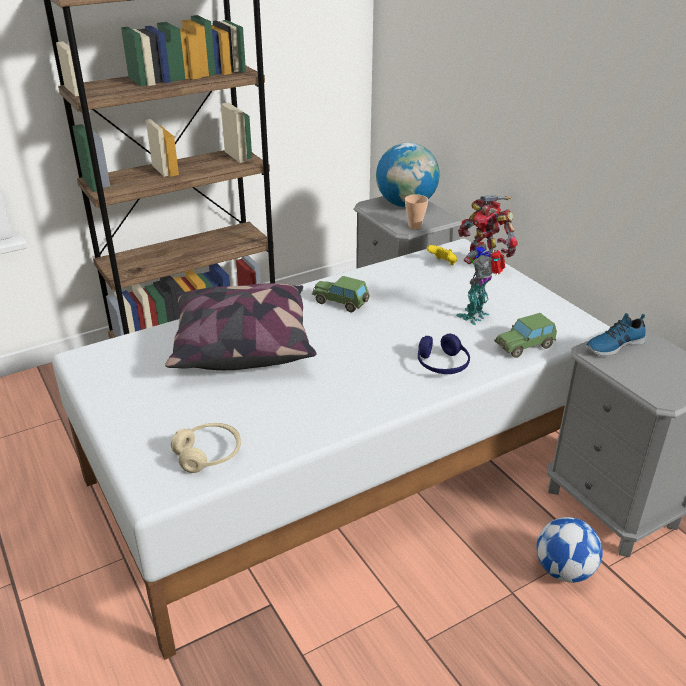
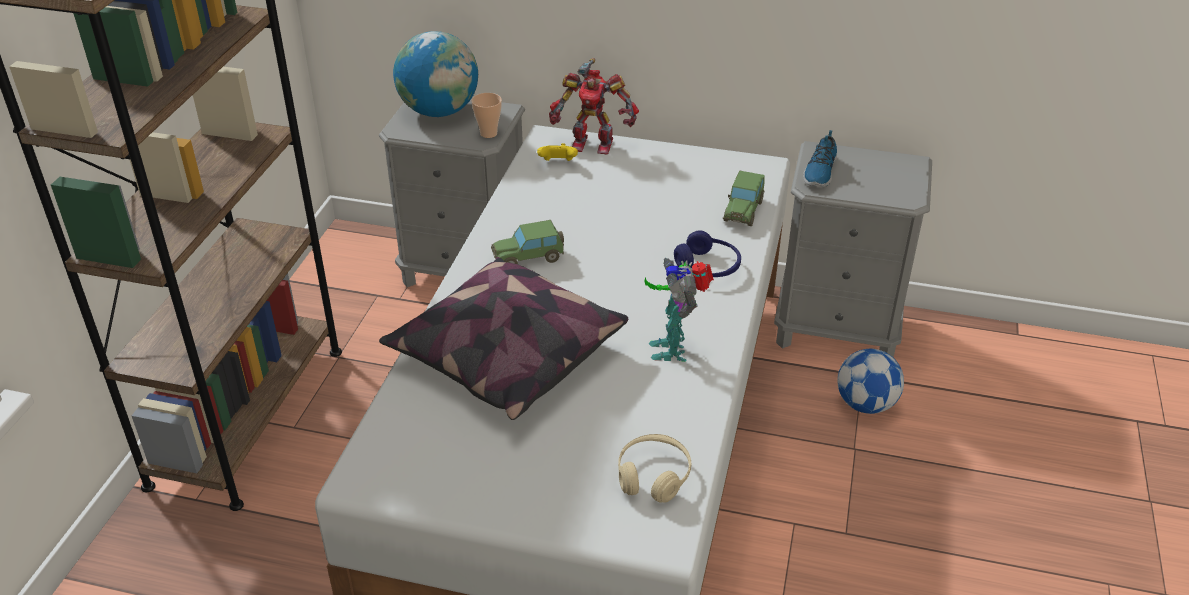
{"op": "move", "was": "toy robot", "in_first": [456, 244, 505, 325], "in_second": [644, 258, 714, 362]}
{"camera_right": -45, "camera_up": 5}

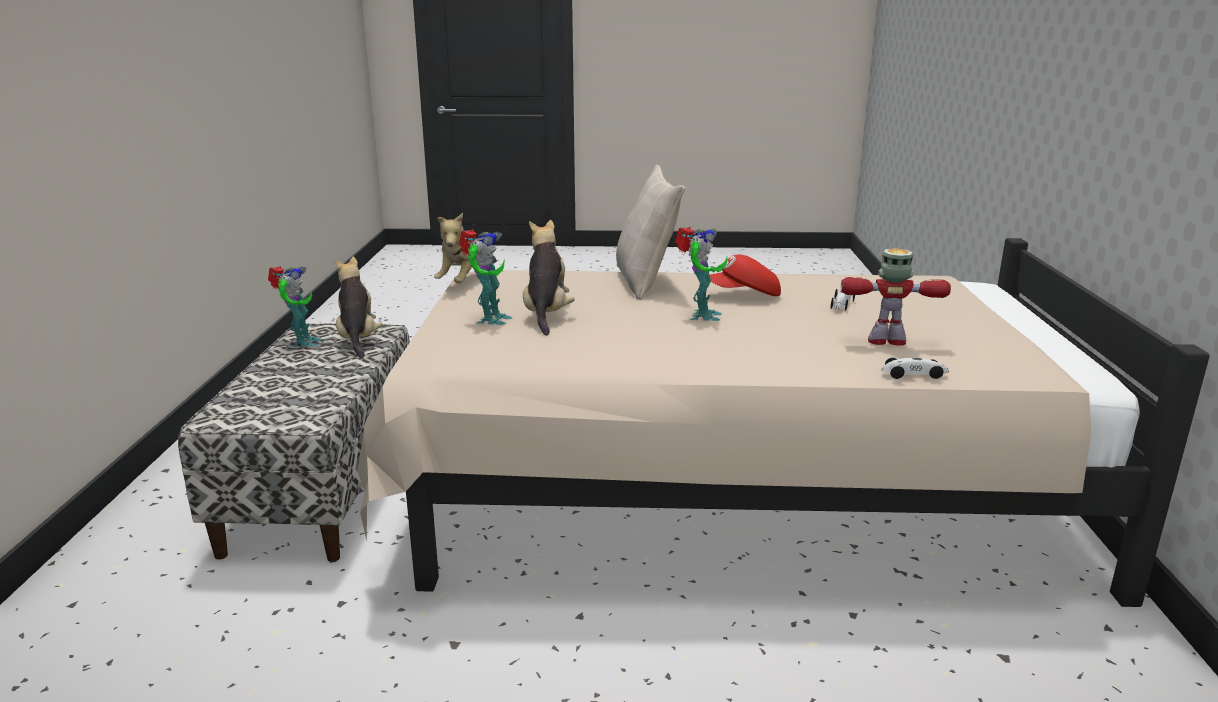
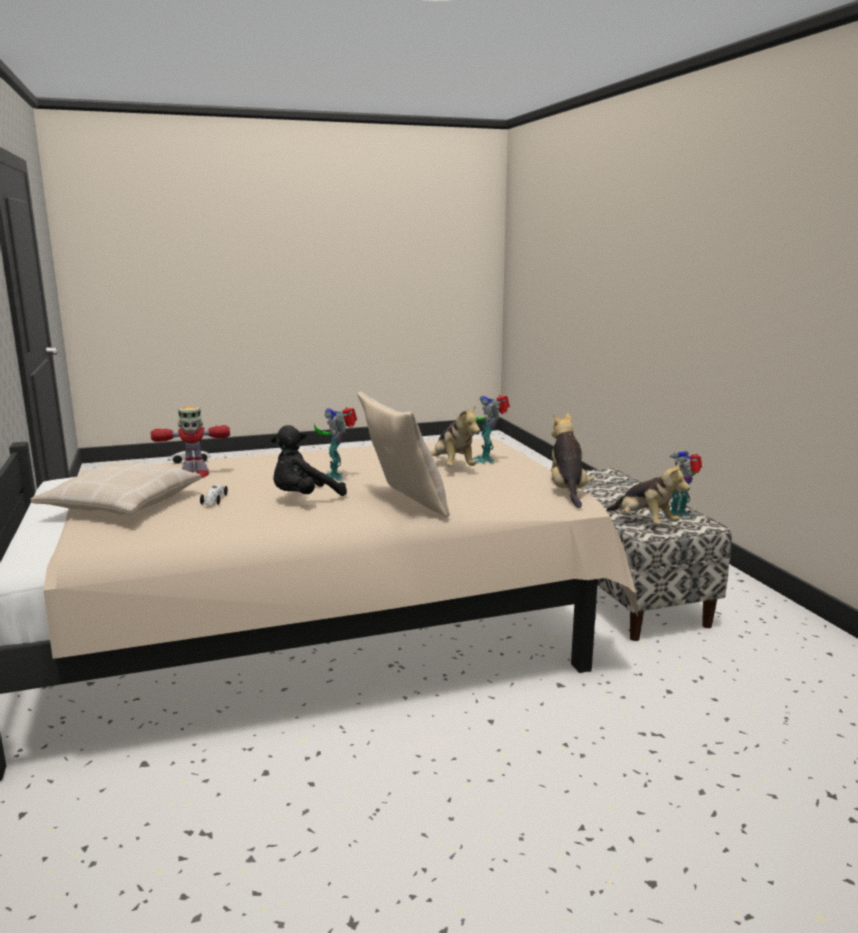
{"op": "insert", "now": "pillow in beige", "in_second": [30, 461, 201, 515]}
{"op": "replace", "was": "cap in red", "now": "plush toy in black", "in_first": [710, 254, 781, 296], "in_second": [271, 425, 347, 496]}
{"op": "rotate", "was": "toy robot", "in_first": [268, 266, 322, 347], "in_second": [662, 451, 702, 518], "clockwise": 75}
{"camera_right": 160, "camera_up": -5}

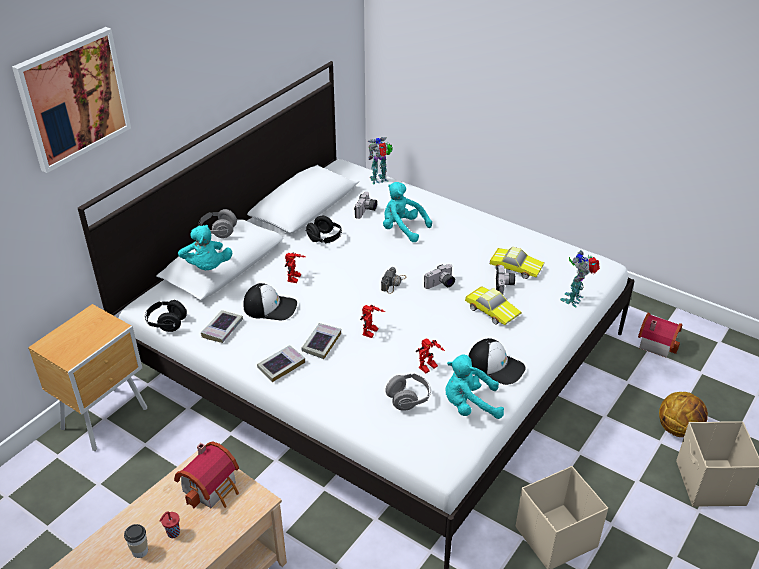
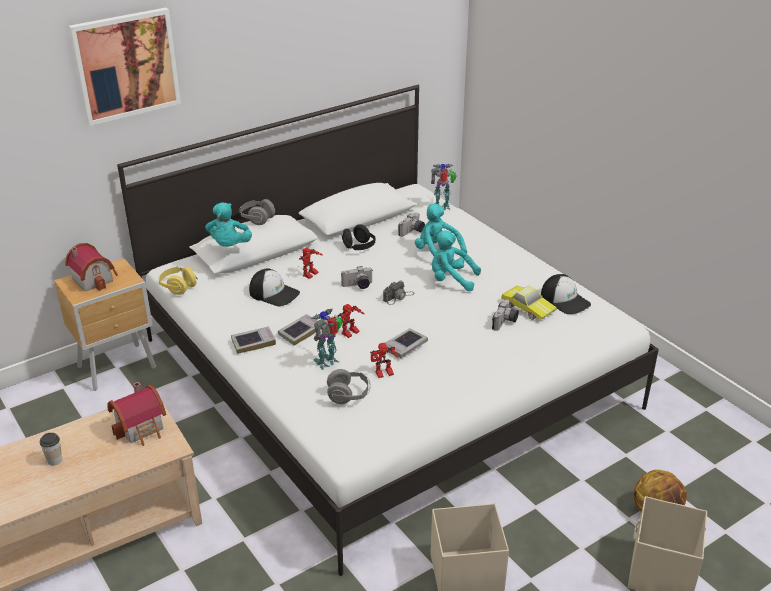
{"op": "move", "was": "toy house", "in_first": [638, 313, 682, 357], "in_second": [65, 243, 118, 292]}
{"op": "recolor", "was": "headphones in black", "now": "headphones in yellow", "in_first": [145, 300, 187, 332], "in_second": [159, 267, 197, 295]}
{"op": "move", "was": "toy robot", "in_first": [560, 250, 600, 307], "in_second": [310, 309, 343, 370]}
{"op": "move", "was": "photo camera", "in_first": [424, 264, 455, 289], "in_second": [341, 266, 372, 289]}
{"op": "move", "was": "book", "in_first": [201, 310, 243, 343], "in_second": [385, 328, 428, 358]}
{"op": "move", "was": "plush toy in turquoise", "in_first": [445, 354, 504, 419], "in_second": [432, 230, 481, 291]}
{"op": "move", "was": "cap", "in_first": [469, 338, 526, 385], "in_second": [541, 274, 591, 314]}
{"op": "delete", "was": "cup in red", "in_first": [159, 512, 180, 538]}
{"op": "delete", "was": "toy car", "in_first": [465, 286, 522, 325]}
{"camera_right": 20, "camera_up": -5}

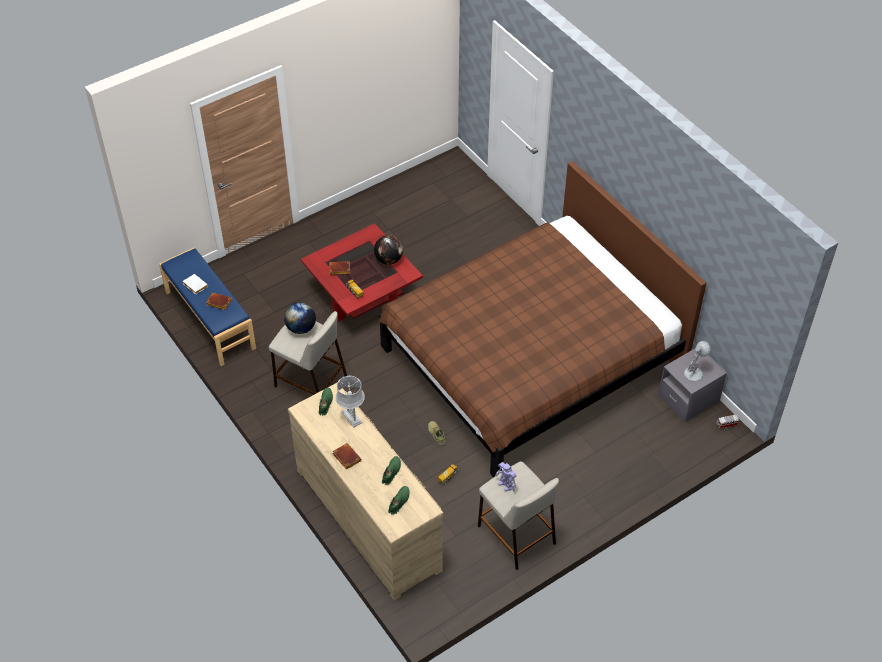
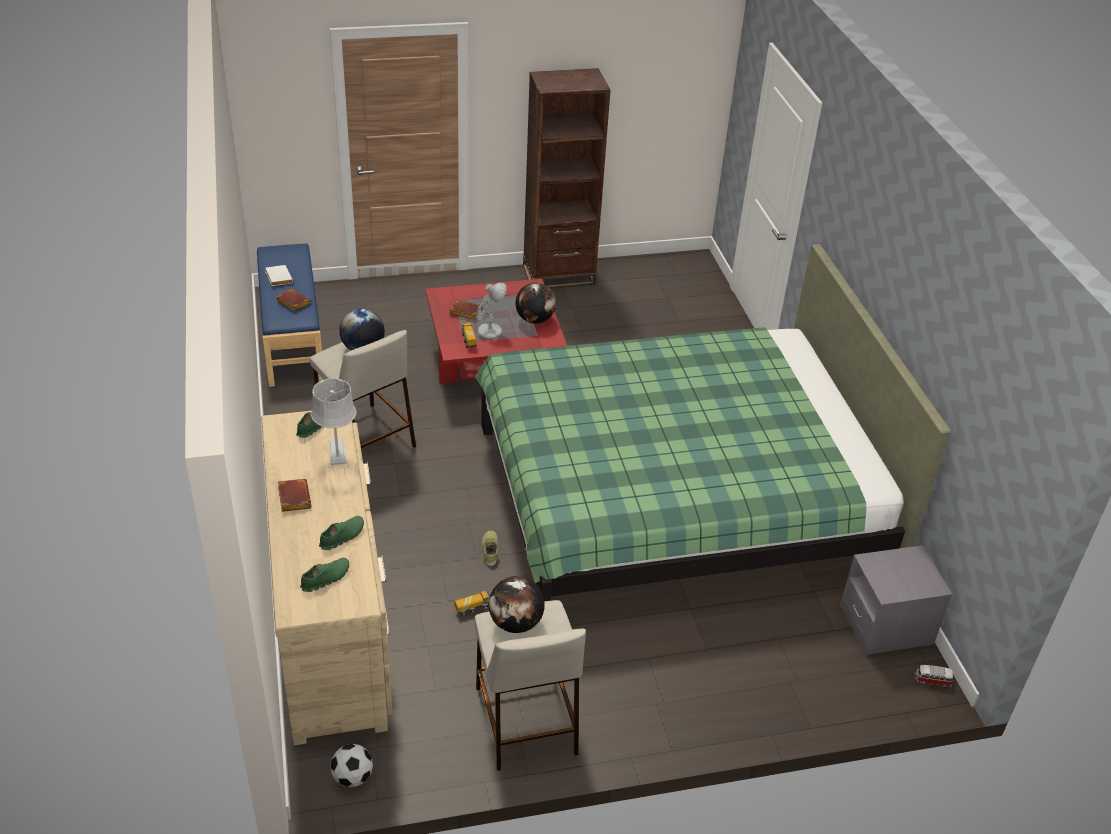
{"op": "insert", "now": "football", "in_second": [330, 744, 373, 787]}
{"op": "recolor", "was": "bed in brown", "now": "bed in green", "in_first": [379, 161, 707, 477], "in_second": [475, 244, 951, 601]}
{"op": "move", "was": "table lamp in white", "in_first": [684, 341, 710, 382], "in_second": [476, 283, 507, 338]}
{"op": "replace", "was": "toy robot", "now": "globe", "in_first": [495, 462, 516, 492], "in_second": [489, 576, 545, 633]}
{"op": "insert", "now": "bookcase in brown", "in_second": [523, 68, 610, 289]}
{"camera_right": 20, "camera_up": -10}

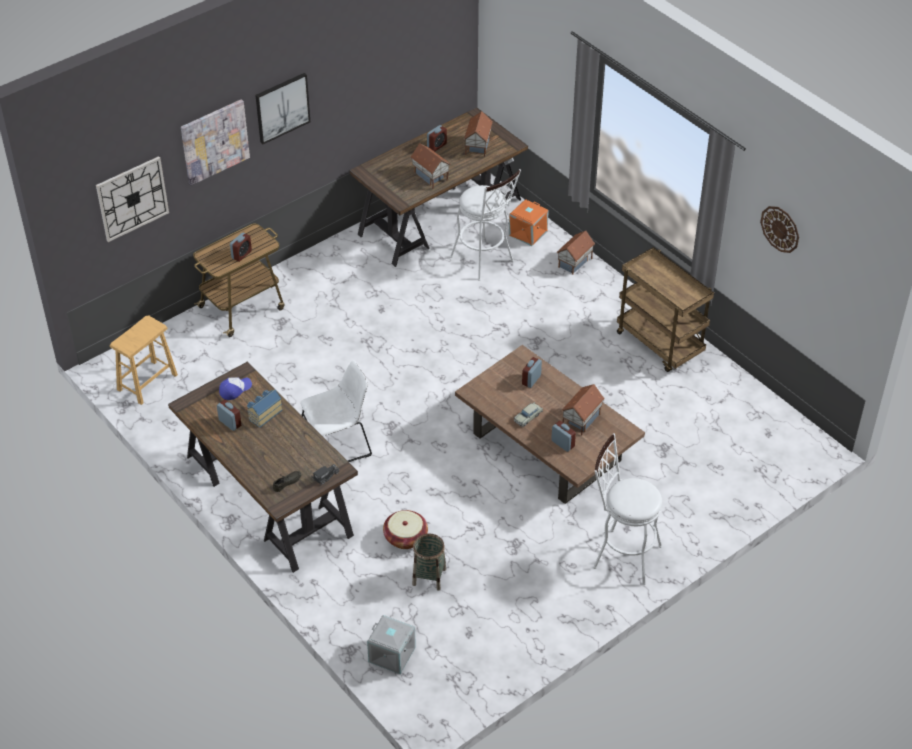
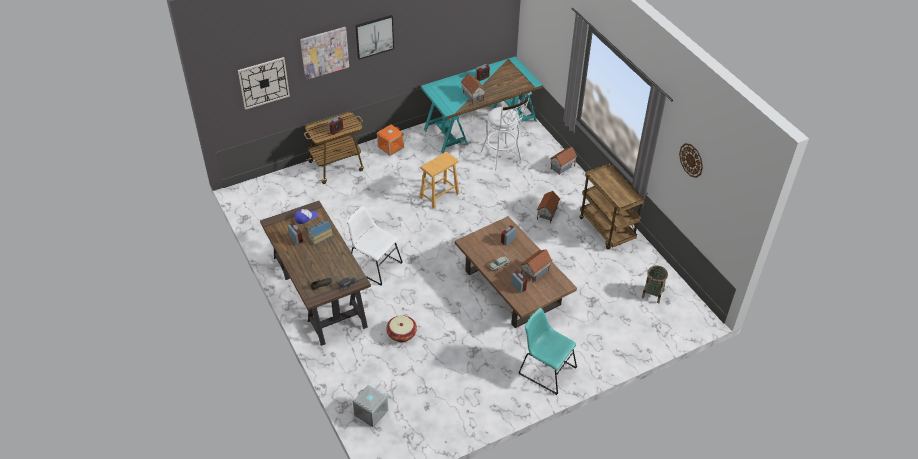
{"op": "rotate", "was": "chair in white", "in_first": [300, 360, 372, 462], "in_second": [347, 205, 403, 285], "clockwise": -135}
{"op": "move", "was": "storage box in orange", "in_first": [509, 199, 549, 246], "in_second": [377, 124, 404, 156]}
{"op": "move", "was": "stool in brown", "in_first": [110, 315, 178, 405], "in_second": [420, 152, 459, 209]}
{"op": "recolor", "was": "desk in brown", "now": "desk in turquoise", "in_first": [349, 107, 528, 267], "in_second": [421, 56, 543, 154]}
{"op": "replace", "was": "stool in white", "now": "chair in turquoise", "in_first": [593, 433, 662, 585], "in_second": [519, 308, 577, 395]}
{"op": "move", "was": "toy house", "in_first": [464, 111, 493, 157], "in_second": [537, 191, 560, 223]}
{"op": "move", "was": "basket", "in_first": [412, 533, 446, 591], "in_second": [641, 265, 668, 303]}
{"camera_right": 10, "camera_up": 0}

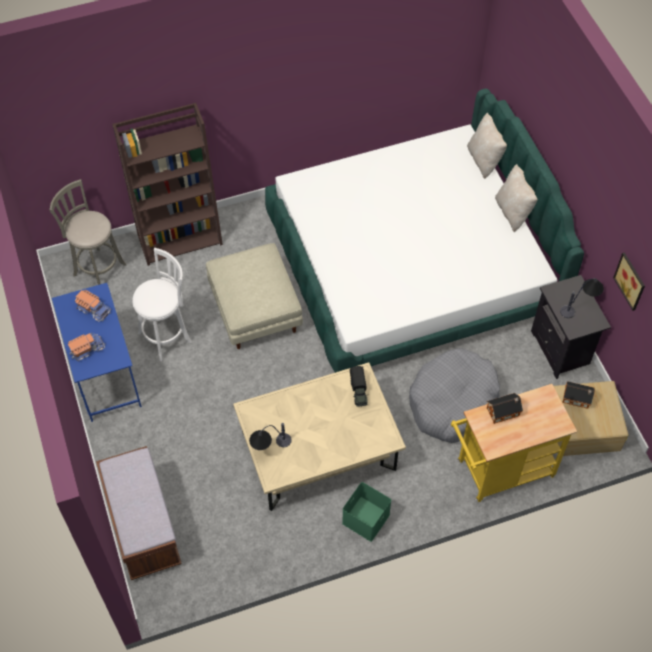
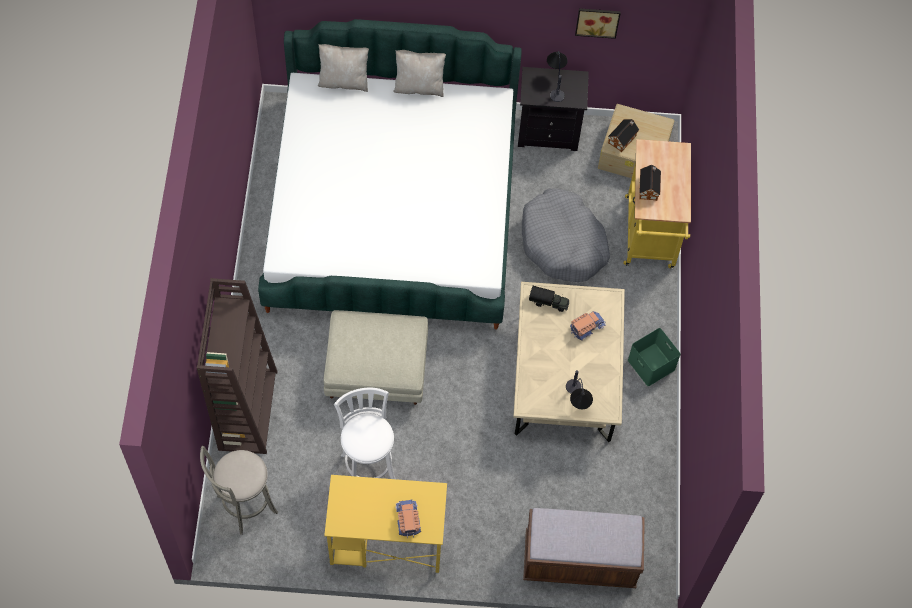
{"op": "recolor", "was": "desk in blue", "now": "desk in yellow", "in_first": [52, 283, 142, 422], "in_second": [324, 475, 447, 573]}
{"op": "move", "was": "toy truck", "in_first": [75, 290, 111, 322], "in_second": [570, 311, 606, 341]}
{"camera_right": -70, "camera_up": 5}

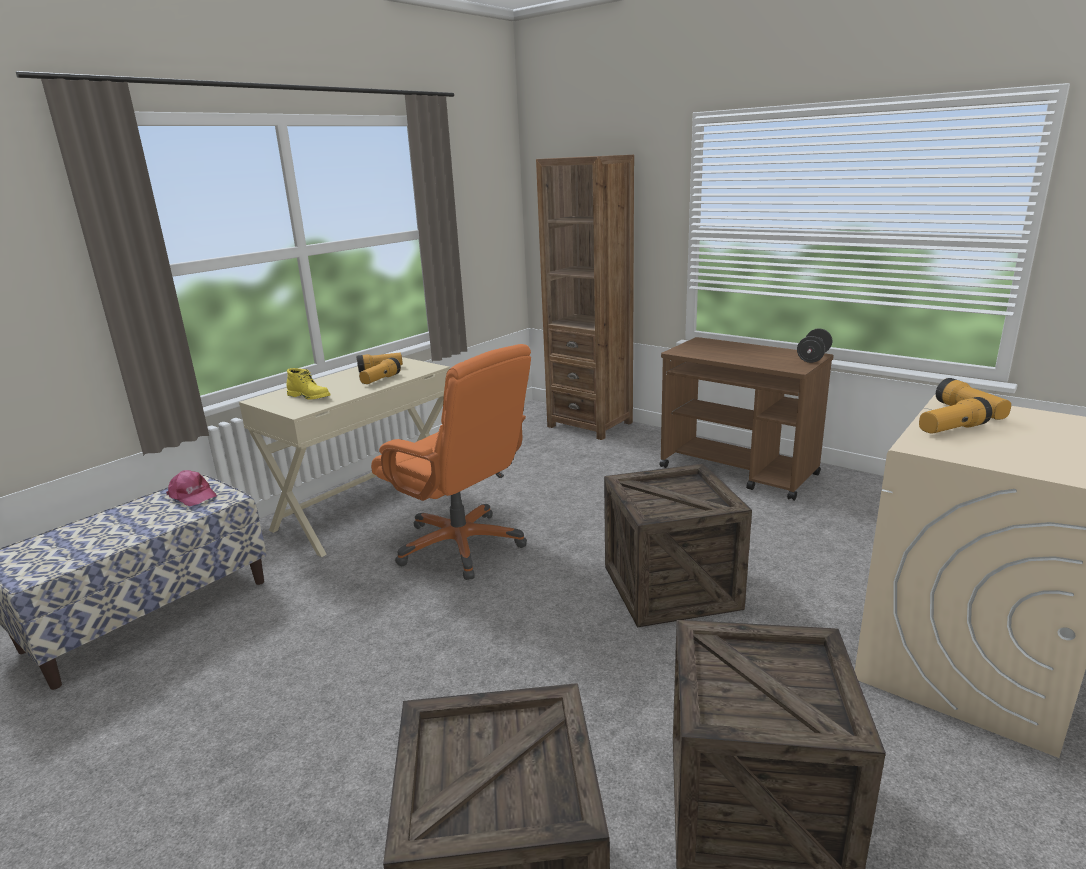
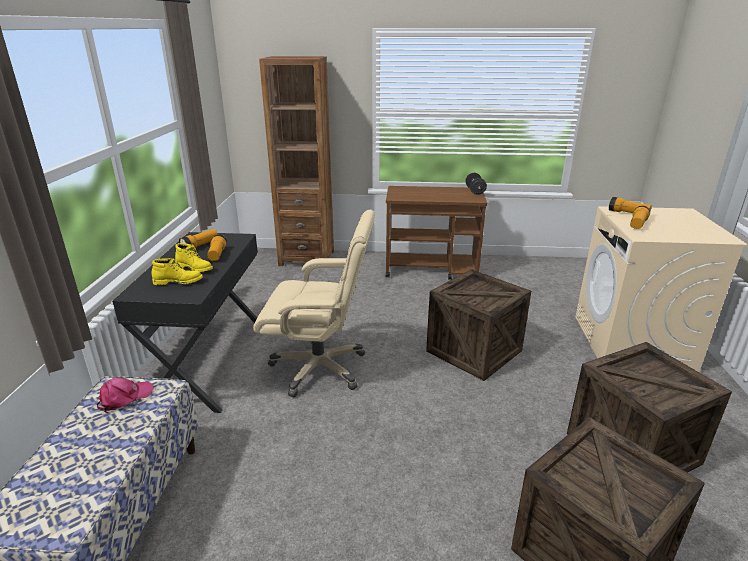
{"op": "rotate", "was": "cap in pink", "in_first": [166, 470, 217, 506], "in_second": [97, 378, 154, 413], "clockwise": -45}
{"op": "recolor", "was": "desk in beige", "now": "desk in black", "in_first": [239, 357, 450, 557], "in_second": [112, 232, 258, 413]}
{"op": "insert", "now": "boot in yellow", "in_second": [175, 243, 213, 272]}
{"op": "recolor", "was": "office chair in orange", "now": "office chair in beige", "in_first": [371, 344, 531, 580], "in_second": [253, 210, 375, 397]}
{"camera_right": -35, "camera_up": 5}

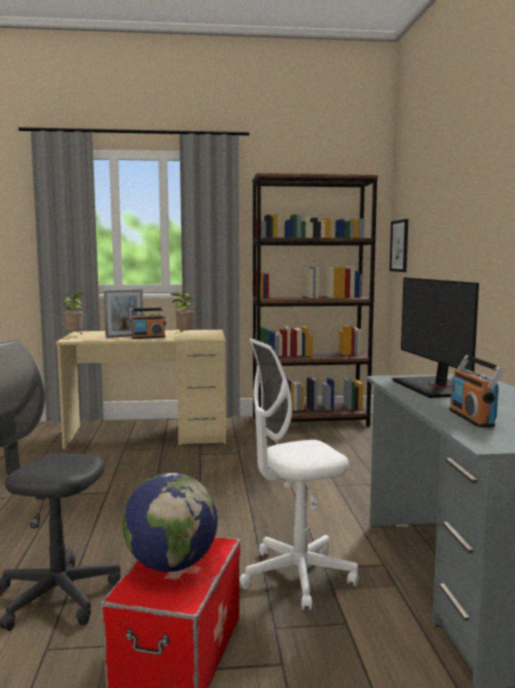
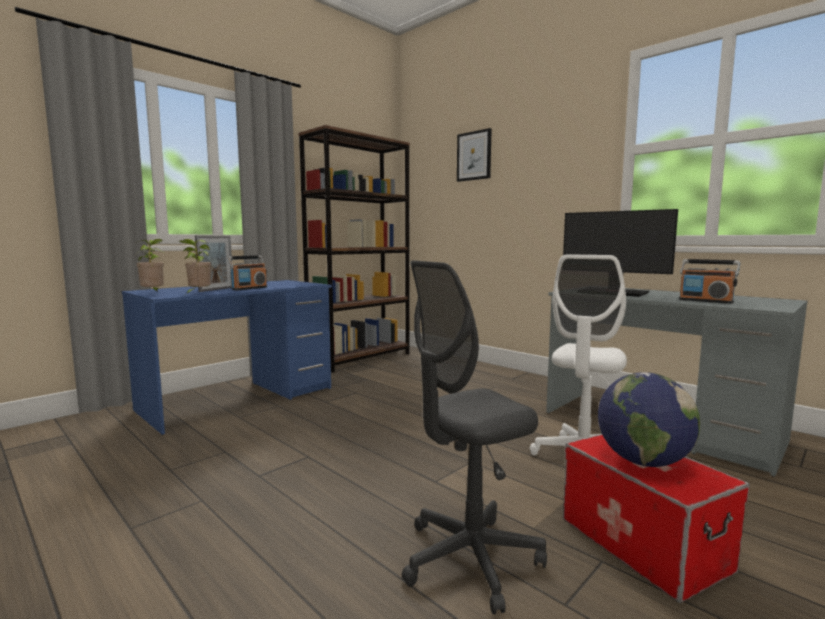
{"op": "recolor", "was": "desk in beige", "now": "desk in blue", "in_first": [56, 330, 226, 449], "in_second": [122, 280, 332, 435]}
{"op": "move", "was": "potted plant", "in_first": [171, 292, 194, 336], "in_second": [179, 239, 211, 295]}
{"op": "move", "was": "picture", "in_first": [389, 219, 408, 272], "in_second": [457, 128, 492, 182]}
{"camera_right": -40, "camera_up": 0}

